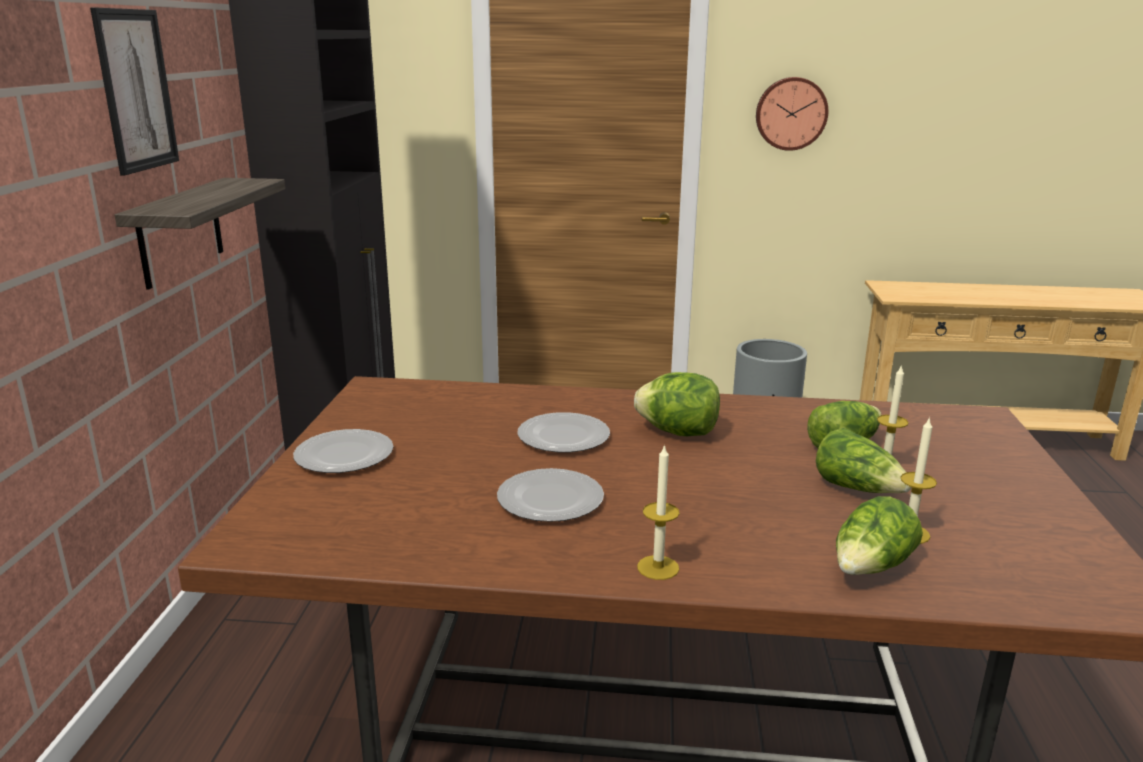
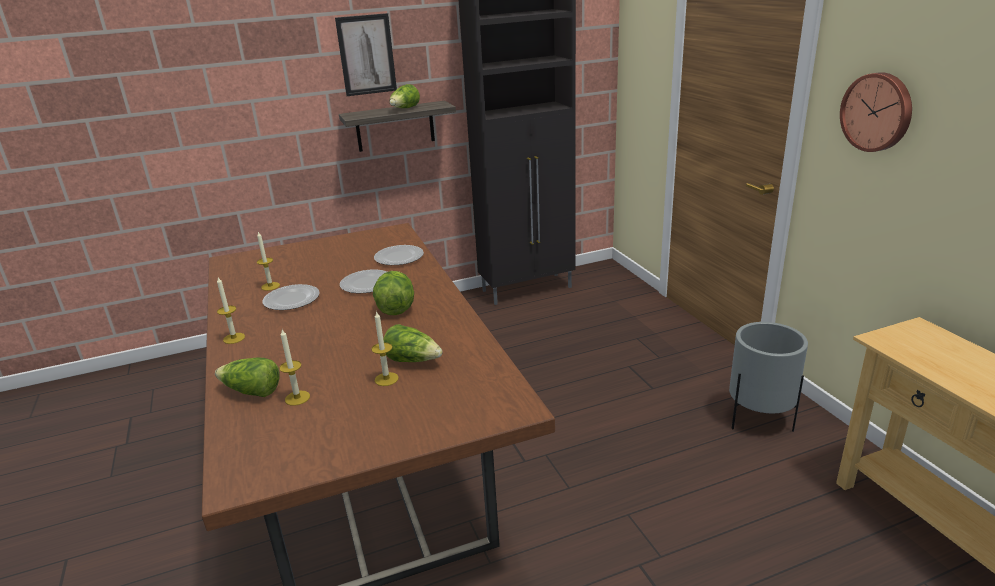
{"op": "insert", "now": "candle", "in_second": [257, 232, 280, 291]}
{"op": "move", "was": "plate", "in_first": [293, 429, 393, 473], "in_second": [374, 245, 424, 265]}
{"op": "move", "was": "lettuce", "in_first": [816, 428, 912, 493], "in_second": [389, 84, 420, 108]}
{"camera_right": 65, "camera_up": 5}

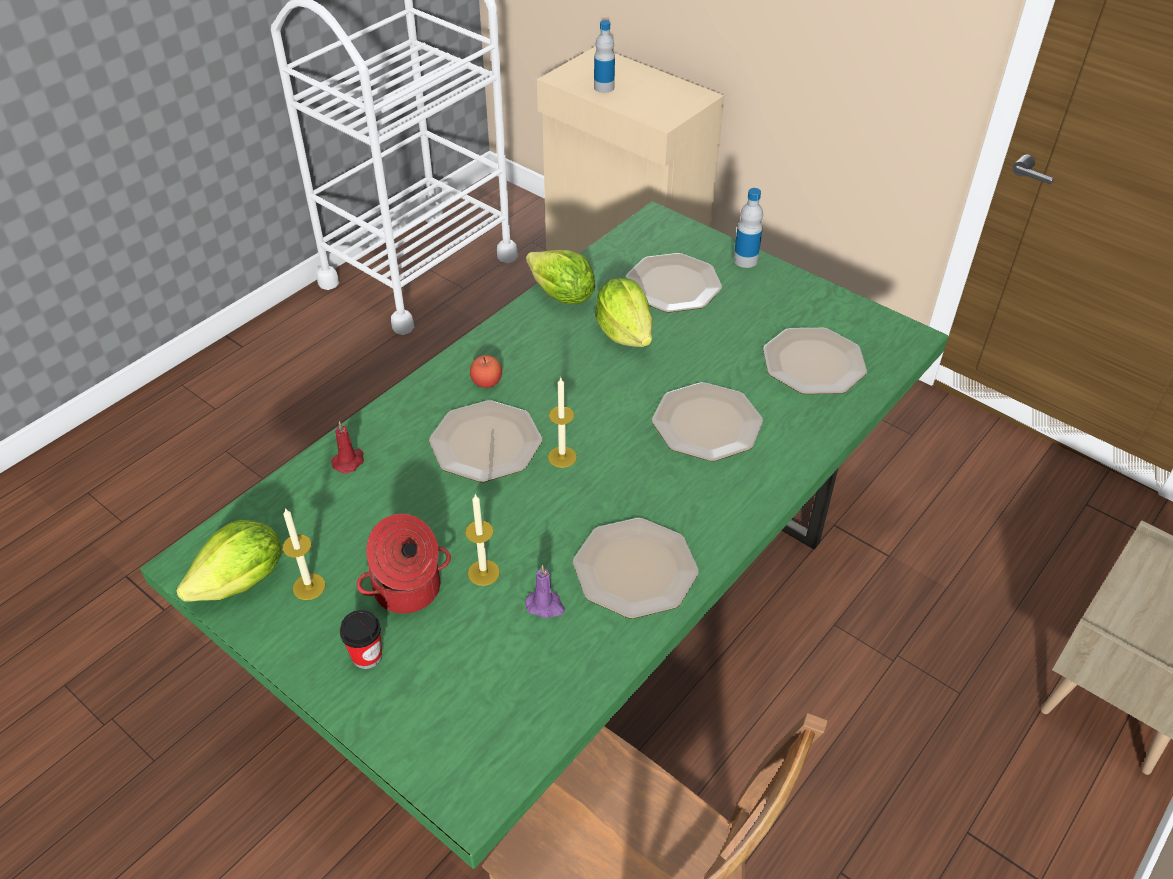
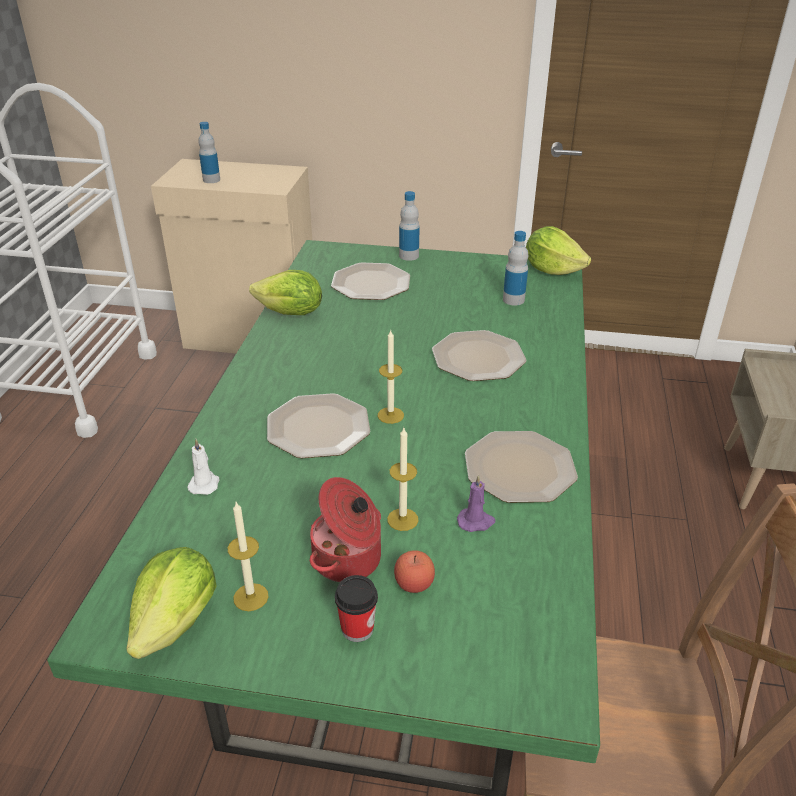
{"op": "recolor", "was": "candle in red", "now": "candle in white", "in_first": [331, 421, 364, 474], "in_second": [187, 439, 219, 495]}
{"op": "move", "was": "apple", "in_first": [470, 355, 502, 388], "in_second": [394, 550, 435, 593]}
{"op": "replace", "was": "plate", "now": "bottle", "in_first": [763, 328, 867, 394], "in_second": [503, 231, 528, 306]}
{"op": "move", "was": "lettuce", "in_first": [595, 278, 653, 347], "in_second": [526, 226, 591, 275]}
{"camera_right": -30, "camera_up": -10}

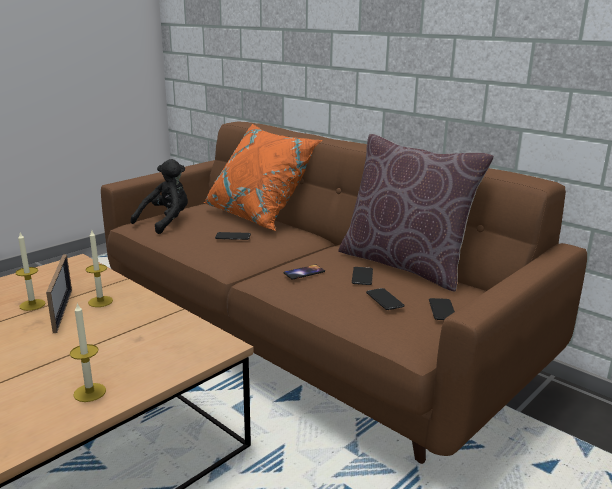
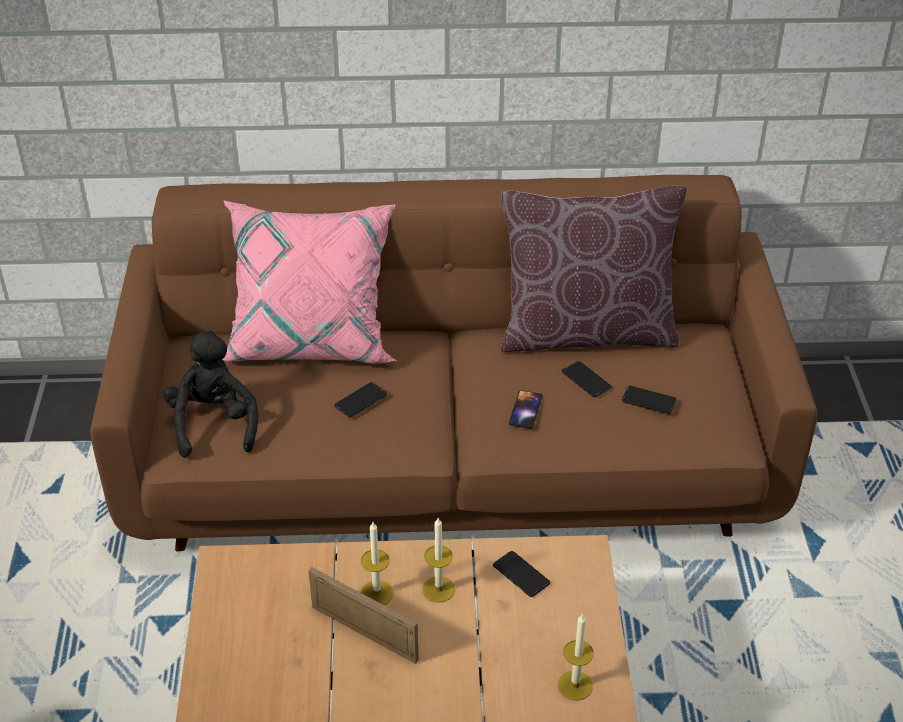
{"op": "recolor", "was": "pillow in orange", "now": "pillow in pink", "in_first": [204, 124, 323, 231], "in_second": [222, 200, 397, 364]}
{"op": "move", "was": "candle", "in_first": [15, 233, 46, 311], "in_second": [422, 518, 455, 603]}
{"op": "move", "was": "phone", "in_first": [429, 298, 455, 320], "in_second": [493, 551, 550, 597]}
{"camera_right": -45, "camera_up": 20}

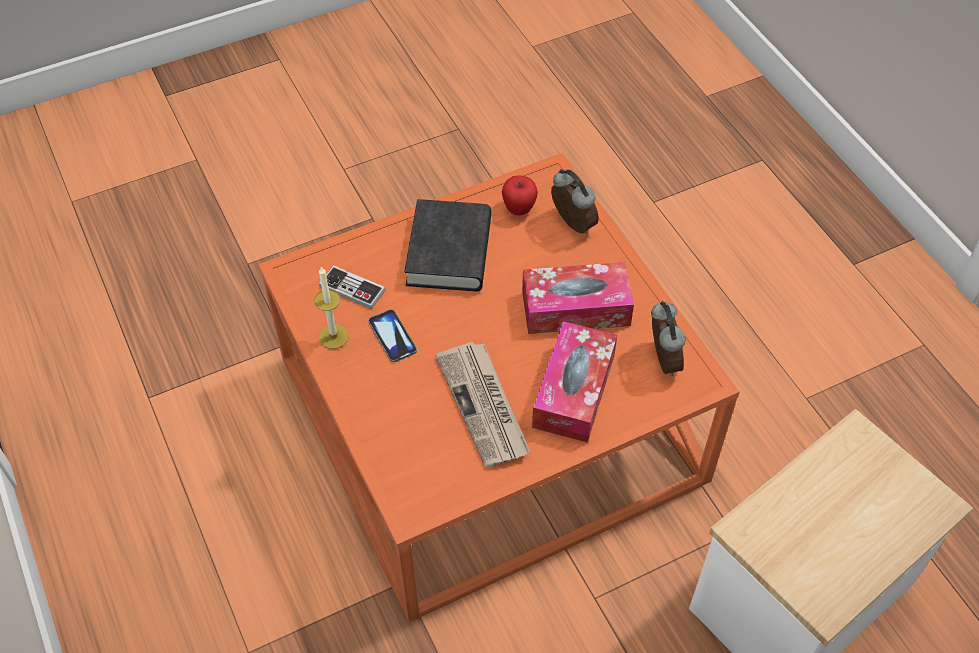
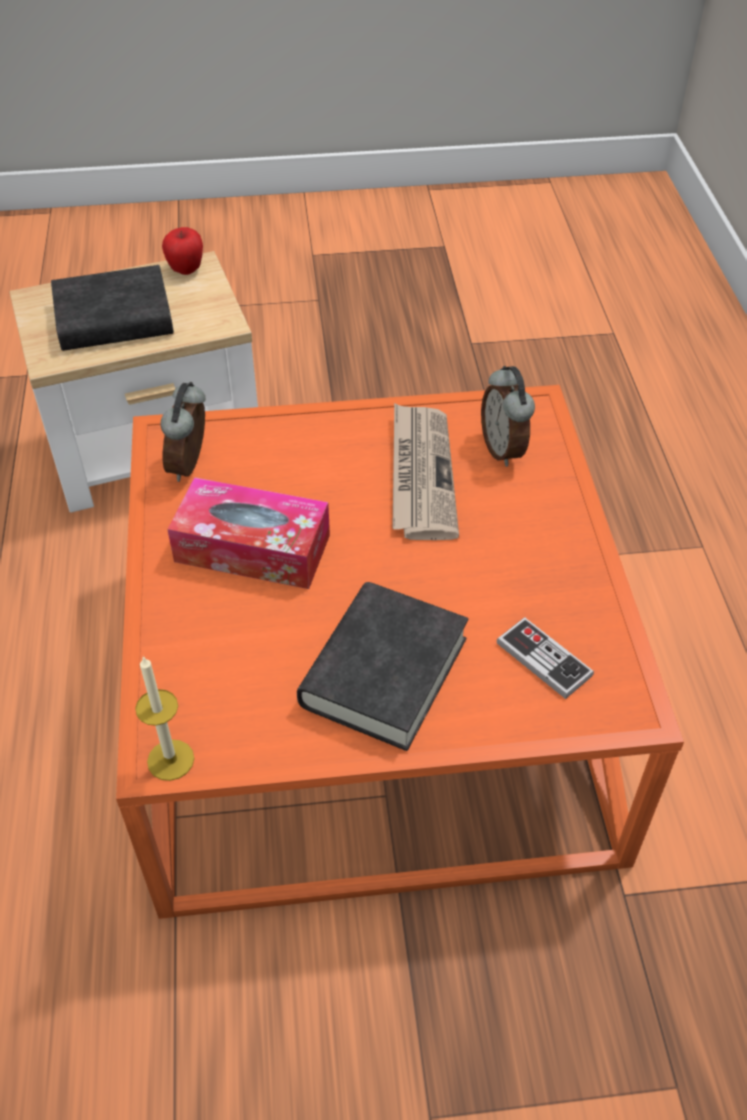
{"op": "insert", "now": "book in black", "in_second": [51, 265, 174, 351]}
{"op": "move", "was": "candle", "in_first": [314, 267, 349, 349], "in_second": [135, 656, 194, 781]}
{"op": "move", "was": "apple", "in_first": [502, 175, 538, 216], "in_second": [162, 227, 203, 275]}
{"op": "move", "was": "alarm clock", "in_first": [551, 169, 599, 234], "in_second": [481, 366, 535, 467]}
{"op": "delete", "was": "phone", "in_first": [368, 309, 417, 362]}
{"op": "delete", "was": "tissue box", "in_first": [532, 321, 617, 443]}
{"camera_right": -160, "camera_up": -5}

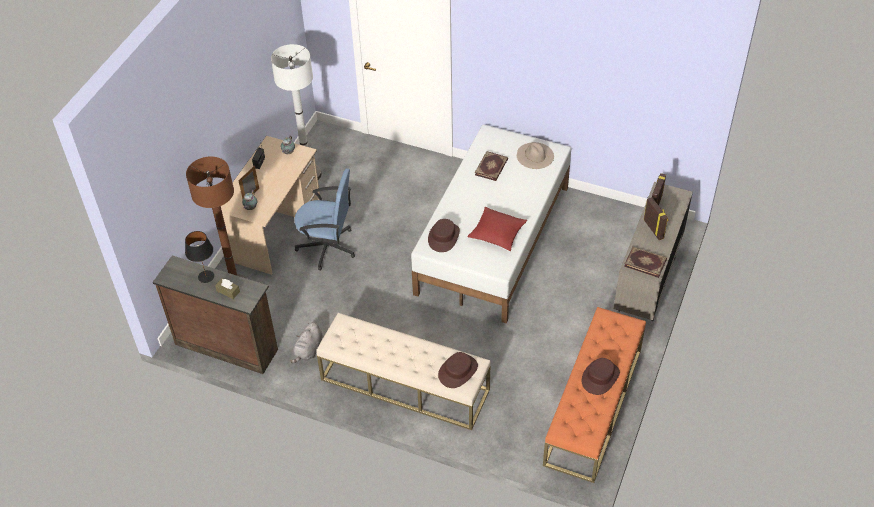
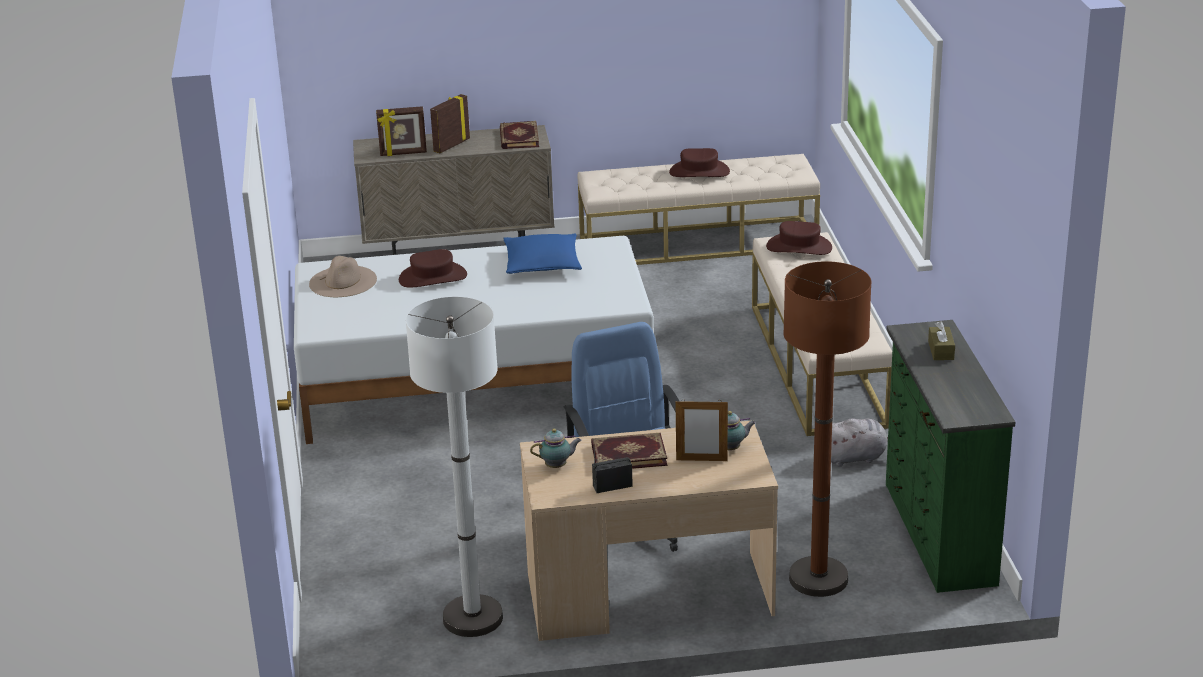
{"op": "move", "was": "hat in brown", "in_first": [428, 219, 460, 252], "in_second": [399, 249, 467, 288]}
{"op": "recolor", "was": "pillow in red", "now": "pillow in blue", "in_first": [468, 207, 527, 251], "in_second": [503, 233, 582, 274]}
{"op": "recolor", "was": "bench in orange", "now": "bench in beige", "in_first": [543, 307, 646, 483], "in_second": [577, 154, 820, 265]}
{"op": "move", "was": "book", "in_first": [475, 151, 508, 181], "in_second": [591, 433, 667, 469]}
{"op": "recolor", "was": "dresser in brown", "now": "dresser in green", "in_first": [153, 255, 278, 374], "in_second": [886, 320, 1016, 593]}
{"op": "delete", "was": "table lamp in black", "in_first": [185, 231, 214, 283]}
{"camera_right": -120, "camera_up": -20}

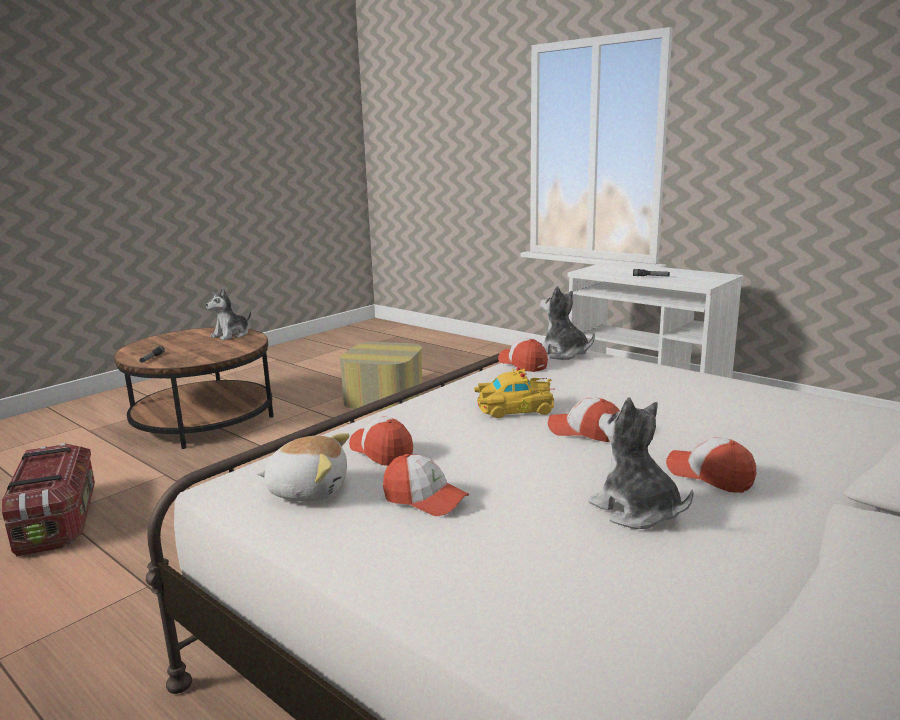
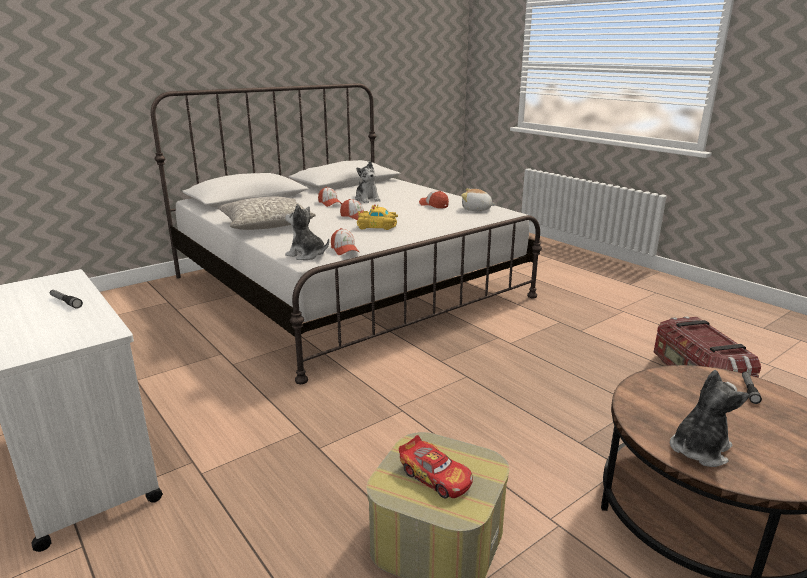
{"op": "insert", "now": "pillow in grey", "in_second": [218, 197, 316, 230]}
{"op": "rotate", "was": "plush toy", "in_first": [540, 286, 595, 360], "in_second": [285, 204, 329, 260], "clockwise": 150}
{"op": "insert", "now": "toy car", "in_second": [399, 435, 473, 498]}
{"op": "delete", "was": "cap", "in_first": [349, 417, 413, 466]}
{"camera_right": -170, "camera_up": 5}

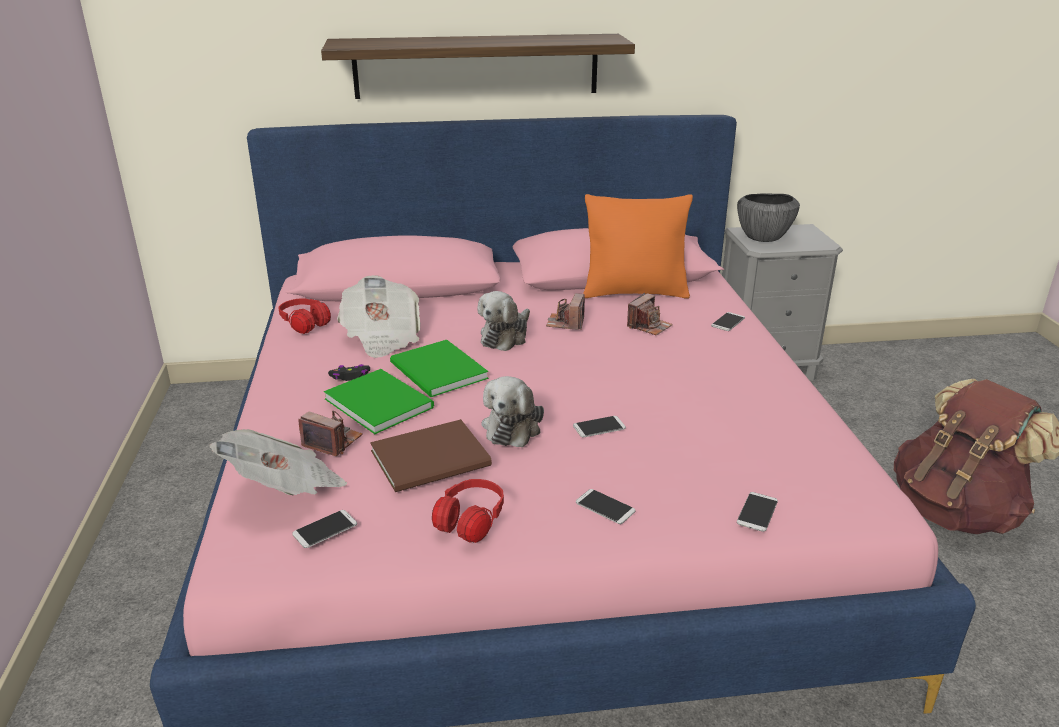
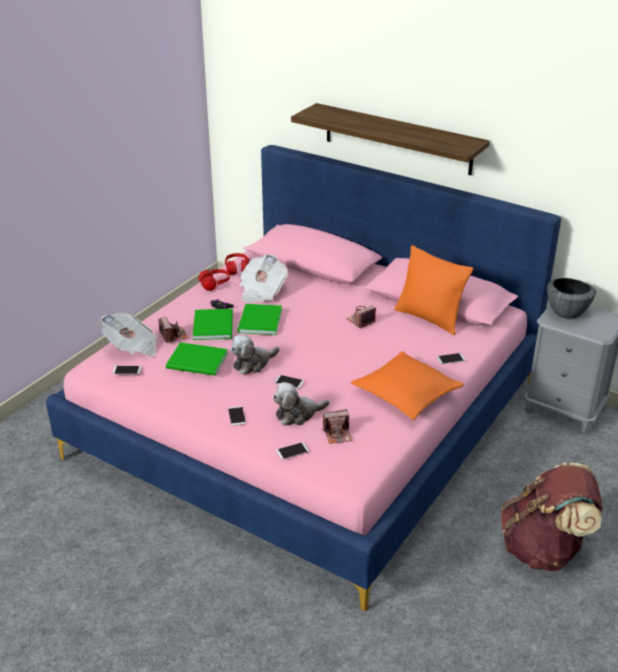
{"op": "recolor", "was": "book in brown", "now": "book in green", "in_first": [370, 419, 492, 492], "in_second": [166, 342, 228, 376]}
{"op": "move", "was": "headphones in red", "in_first": [432, 479, 504, 543], "in_second": [197, 269, 230, 291]}
{"op": "move", "was": "plush toy", "in_first": [477, 291, 530, 351], "in_second": [273, 382, 330, 426]}
{"op": "move", "was": "photo camera", "in_first": [627, 293, 673, 335], "in_second": [323, 409, 352, 444]}
{"op": "insert", "now": "pillow in orange", "in_second": [351, 351, 464, 420]}
{"camera_right": 40, "camera_up": 5}

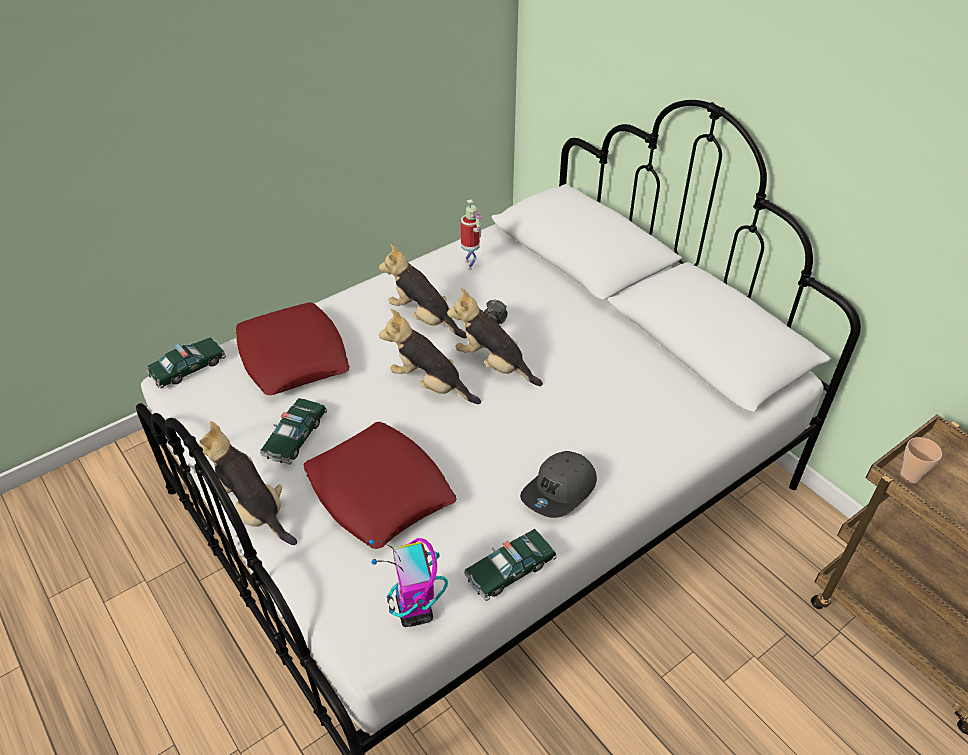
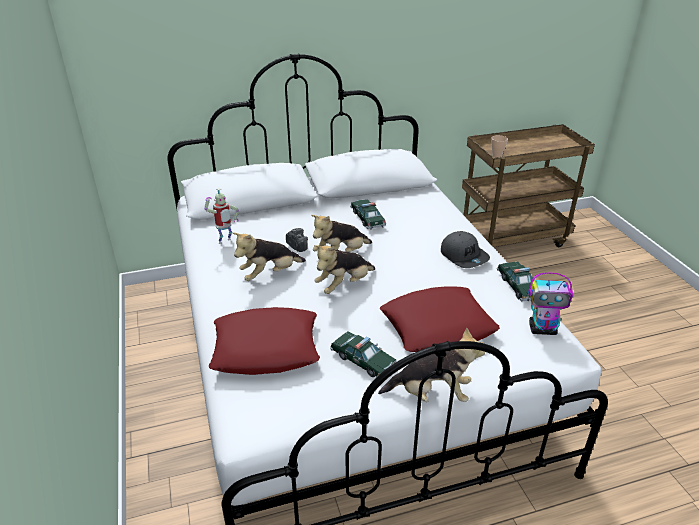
{"op": "rotate", "was": "toy robot", "in_first": [460, 200, 483, 270], "in_second": [204, 188, 239, 244], "clockwise": 135}
{"op": "move", "was": "toy car", "in_first": [147, 337, 226, 389], "in_second": [350, 199, 386, 230]}
{"op": "rotate", "was": "plush toy", "in_first": [198, 421, 297, 545], "in_second": [378, 327, 485, 402], "clockwise": -150}
{"camera_right": -70, "camera_up": -10}

